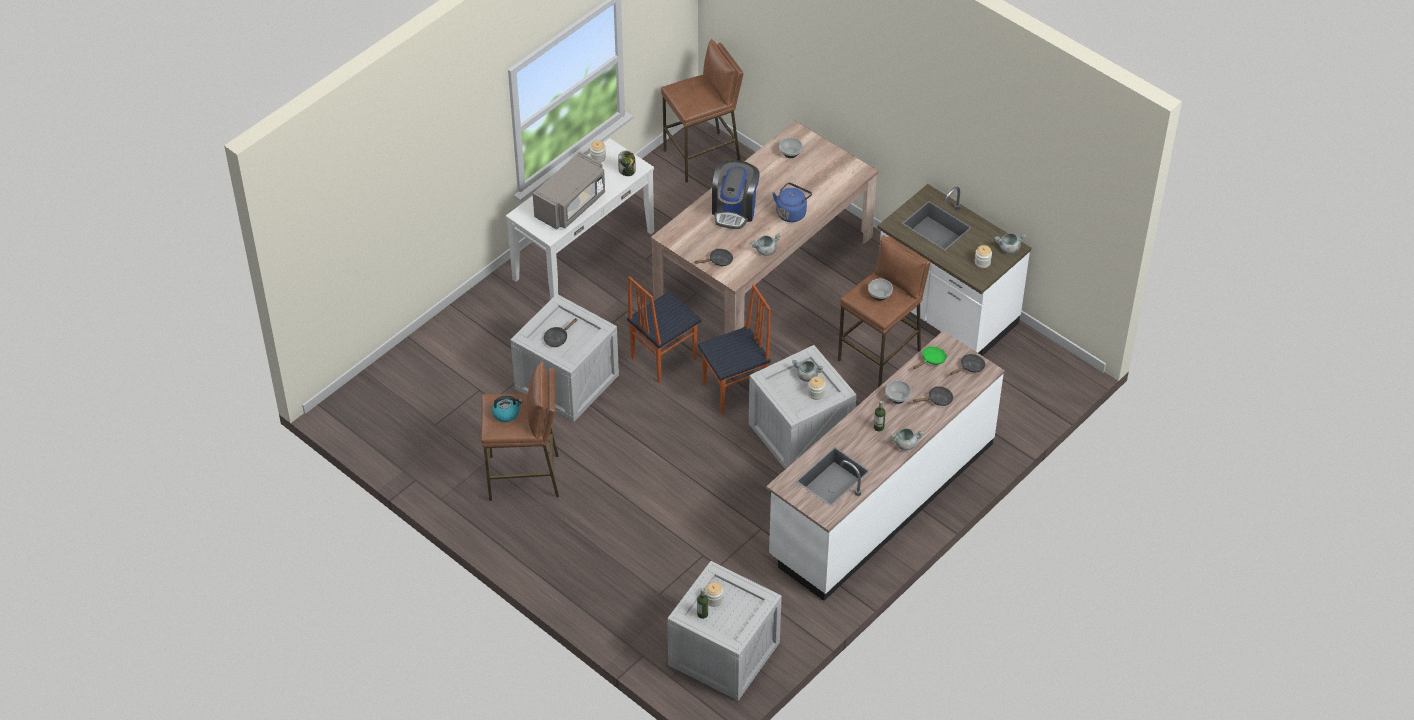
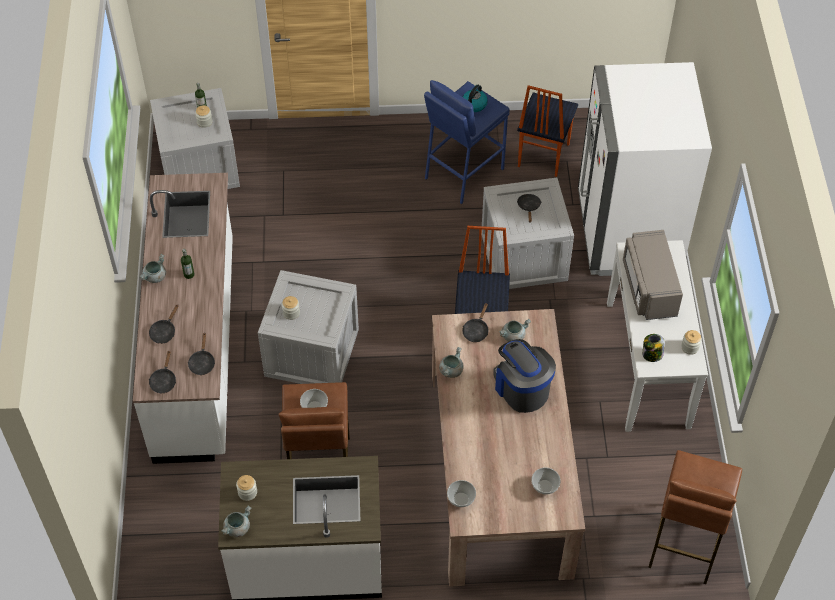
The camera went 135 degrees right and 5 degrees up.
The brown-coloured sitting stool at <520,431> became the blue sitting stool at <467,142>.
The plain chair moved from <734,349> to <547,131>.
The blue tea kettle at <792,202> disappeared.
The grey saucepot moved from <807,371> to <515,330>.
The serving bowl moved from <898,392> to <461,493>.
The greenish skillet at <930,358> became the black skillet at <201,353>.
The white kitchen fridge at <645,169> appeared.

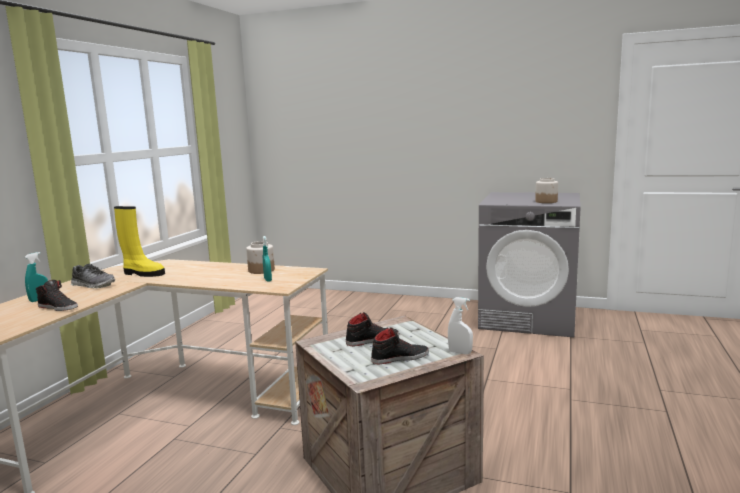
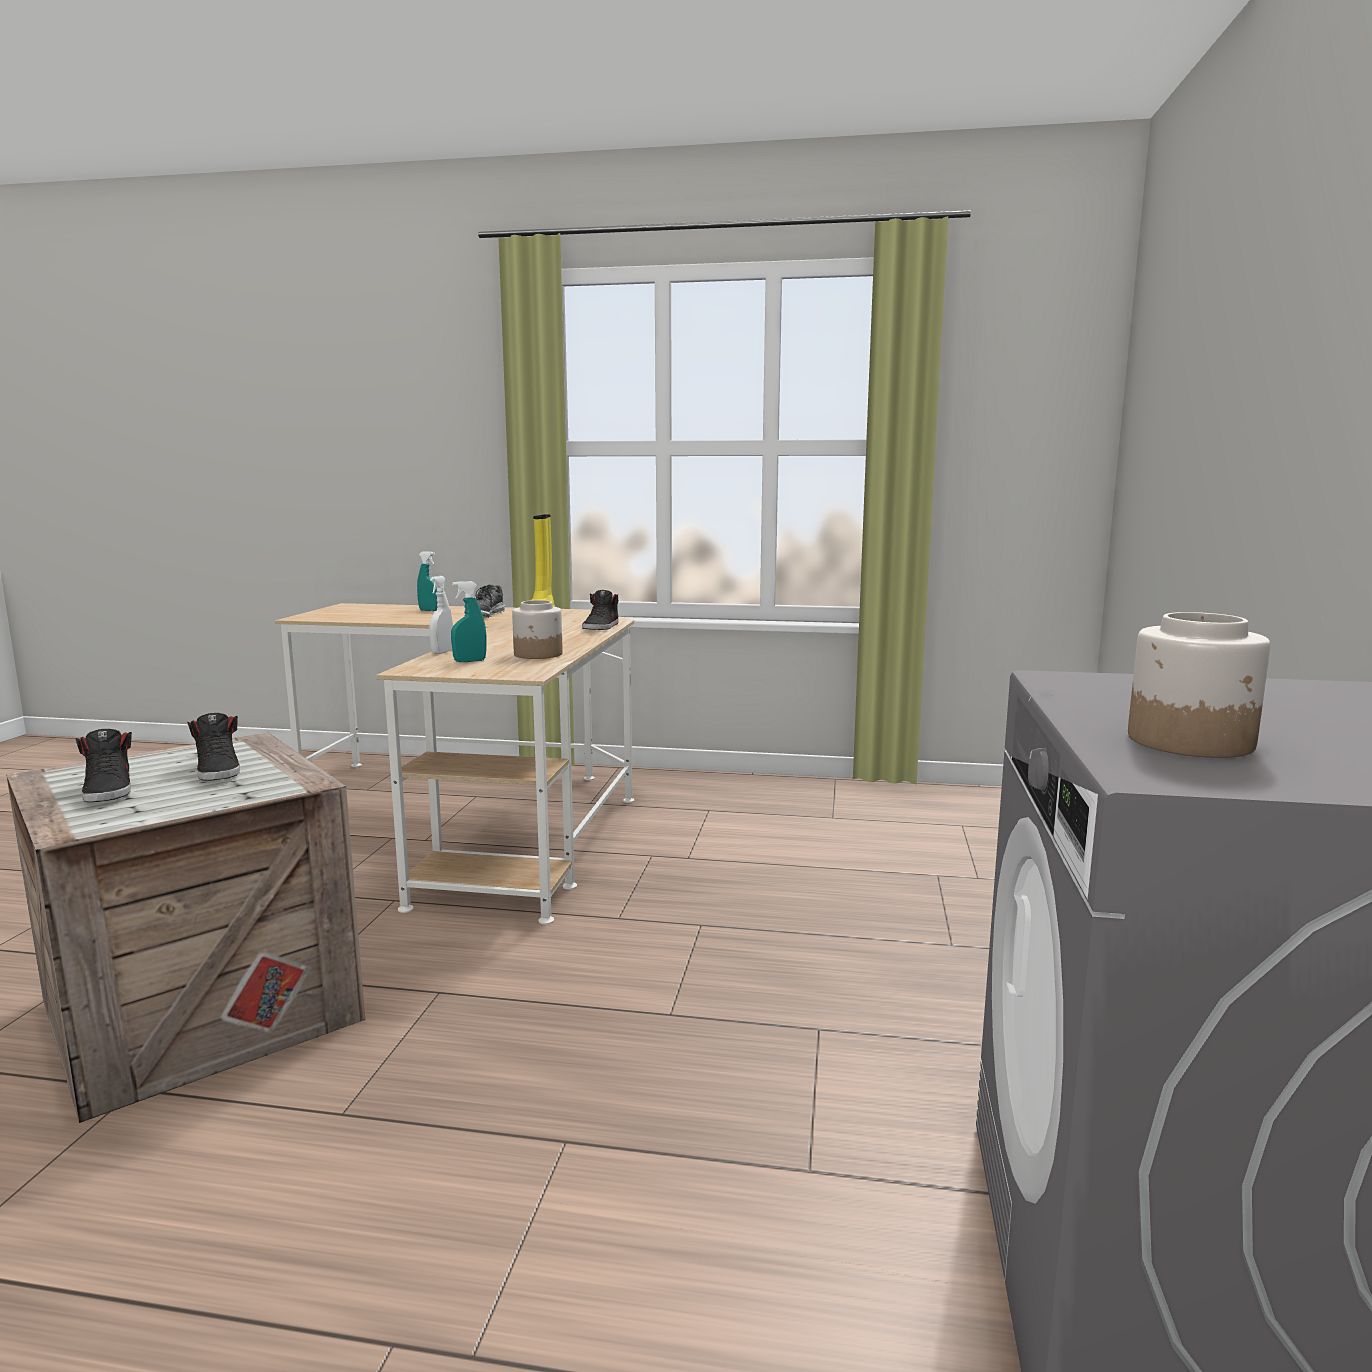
The camera went 80 degrees right and 0 degrees up.
The black low shoe moved from <57,295> to <600,610>.
The white sprayer moved from <460,326> to <441,615>.

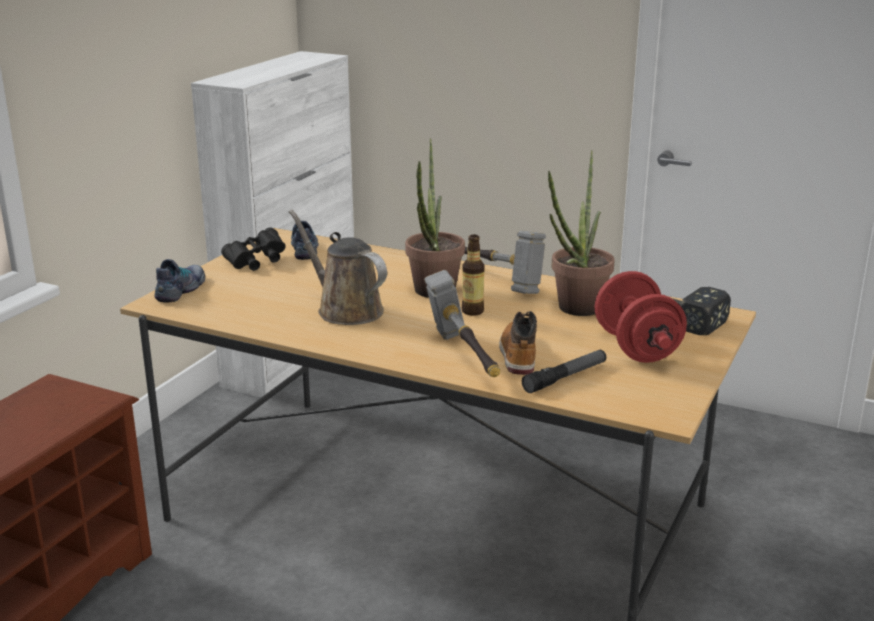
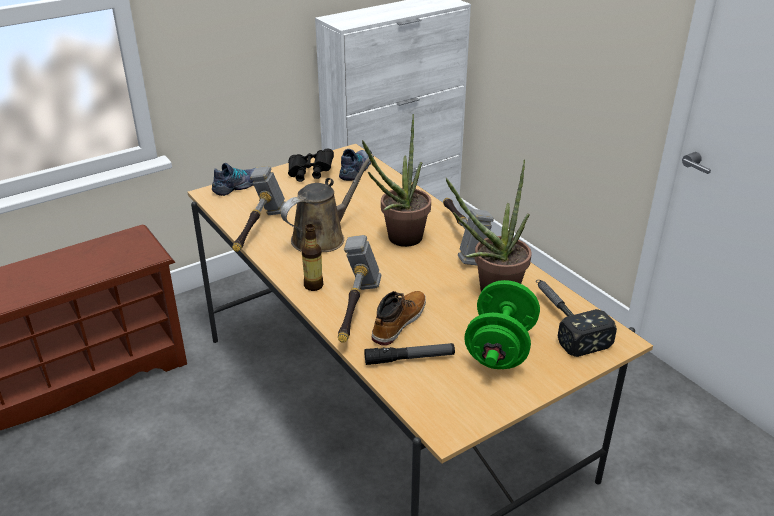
The camera went 30 degrees right and 10 degrees up.
The brown-coloured watering can at <337,267> turned 60 degrees clockwise.
The bottle moved from <473,275> to <313,257>.
The red dumbbell at <641,317> became the greenish dumbbell at <502,324>.
The tool hammer at <259,209> appeared.

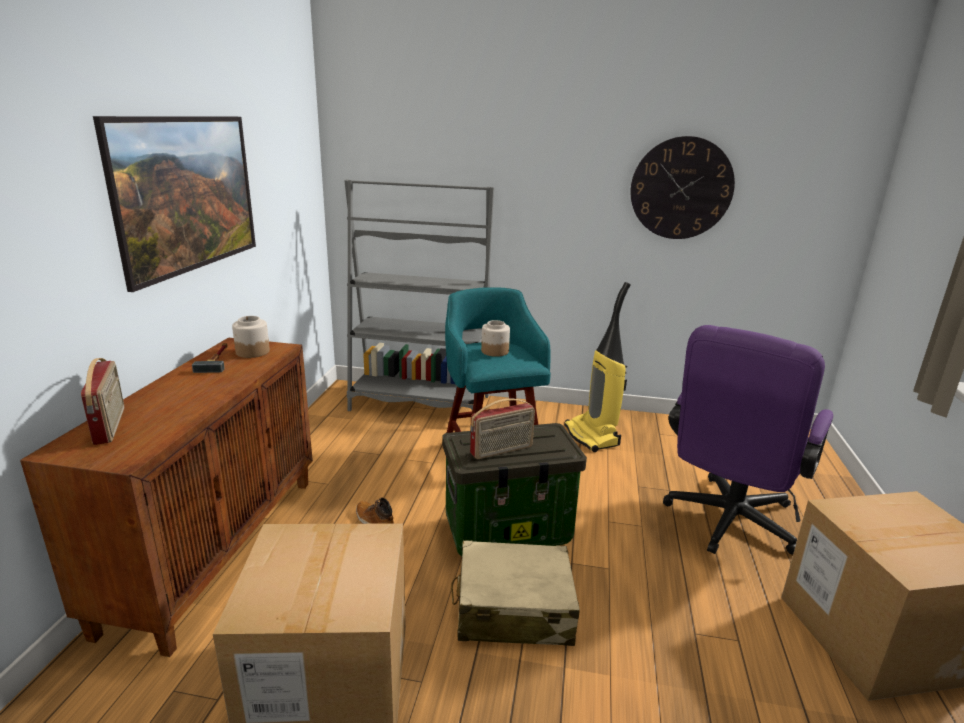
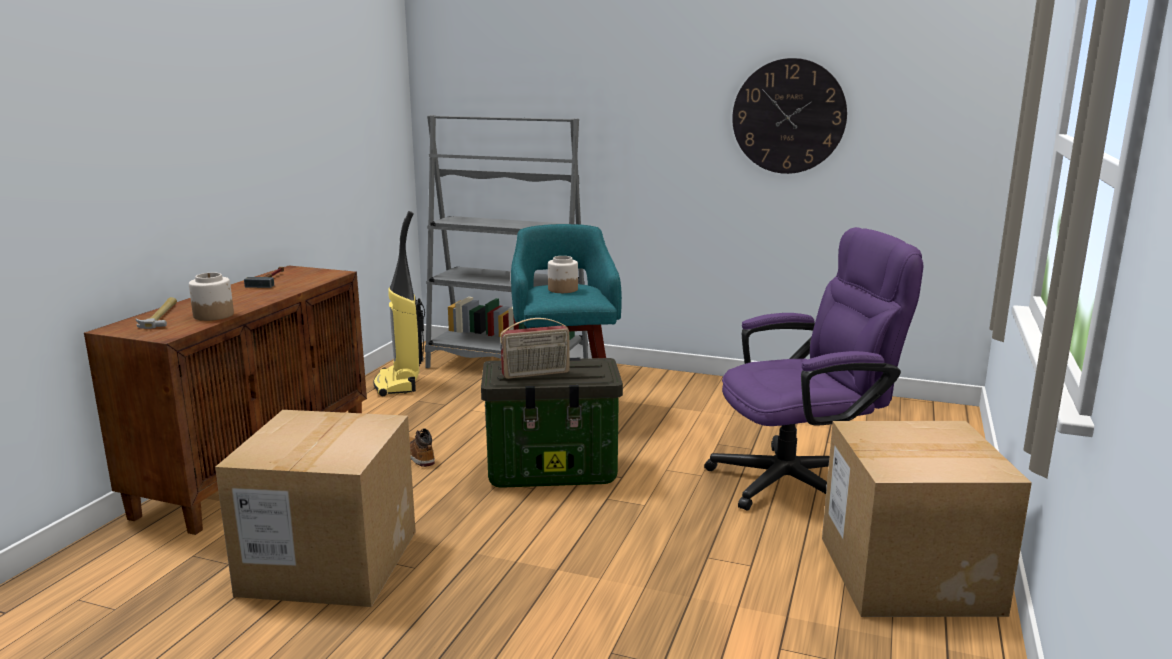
The camera went 10 degrees right and 5 degrees down.
The radio receiver at <102,401> was replaced by the tool hammer at <156,313>.
The picture at <174,204> disappeared.
The storage jar moved from <251,337> to <211,297>.
The sand-coloured travel case at <515,593> disappeared.
The vacuum cleaner moved from <597,367> to <399,303>.
The purplish desk chair at <748,439> turned 150 degrees counterclockwise.

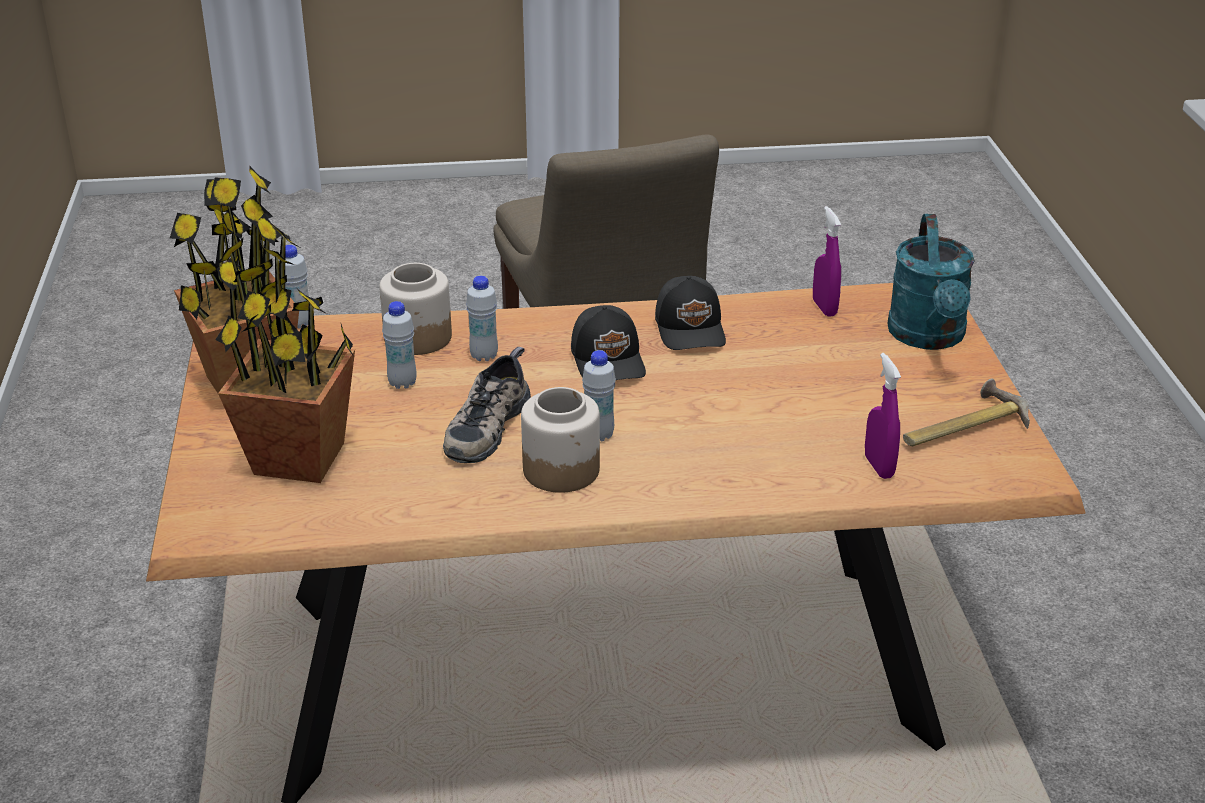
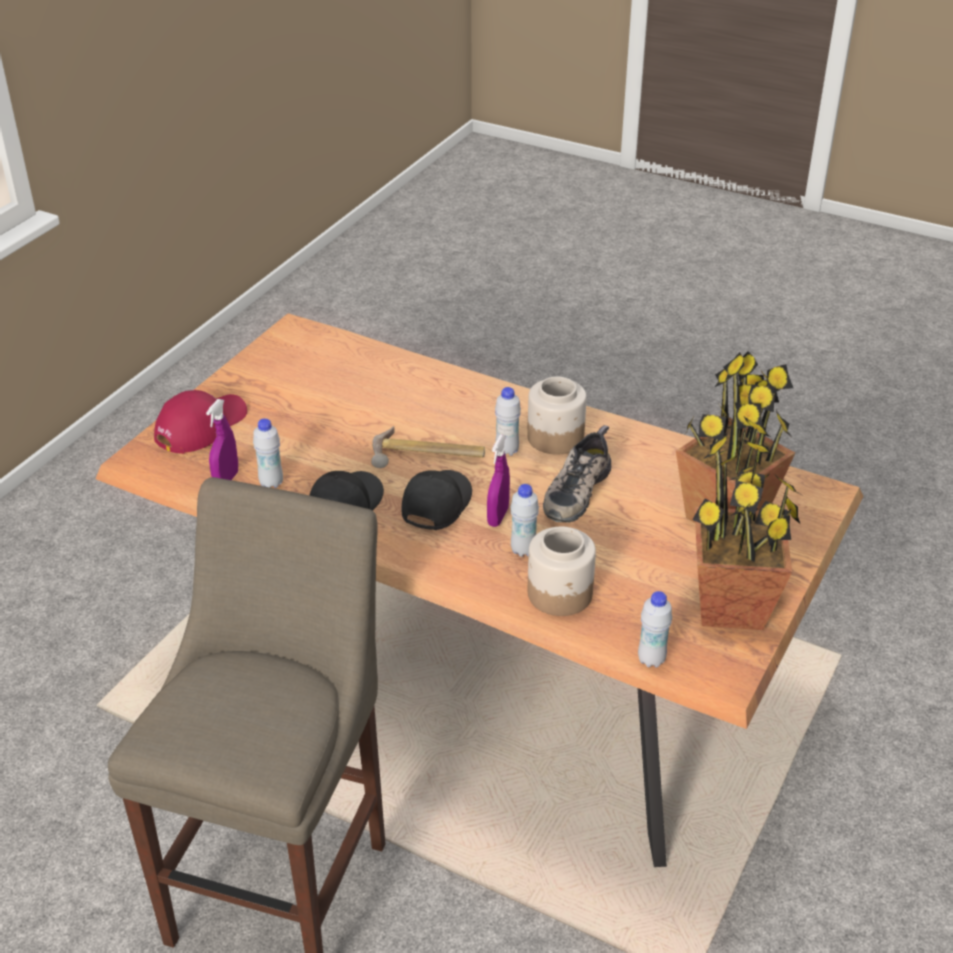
The camera went 145 degrees left and 5 degrees up.
The white bottle moved from <399,345> to <268,453>.
The low shoe at <487,405> turned 150 degrees clockwise.
The purplish sprayer moved from <883,416> to <498,481>.
The turquoise-coloured watering can at <931,282> was replaced by the red cap at <200,422>.
The tool hammer moved from <966,412> to <428,447>.

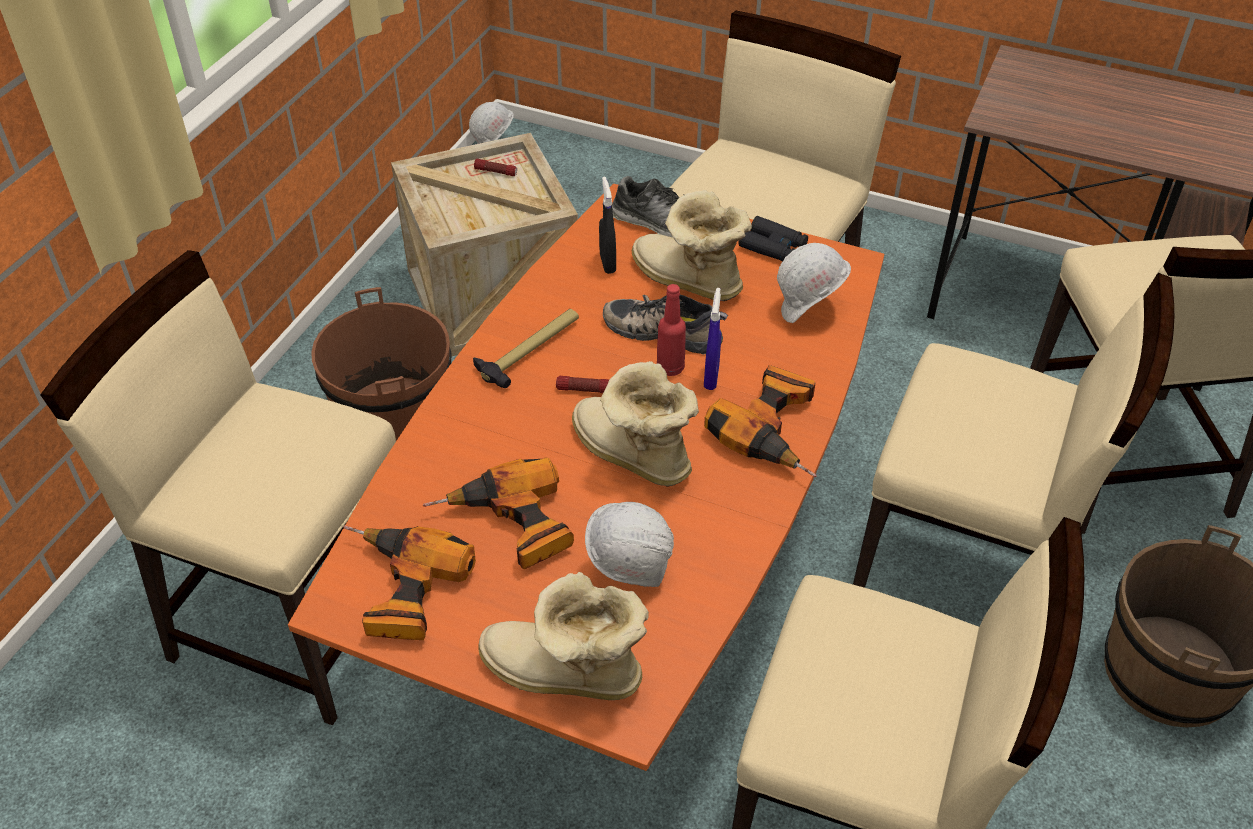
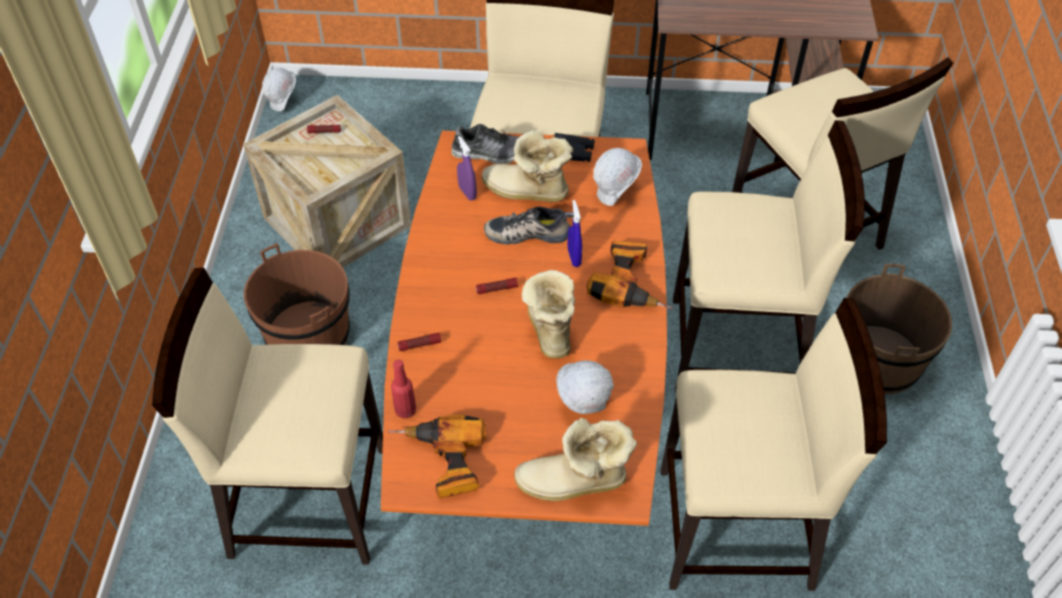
The camera went 20 degrees left and 5 degrees up.
The power drill at <498,513> disappeared.
The tool hammer at <526,348> disappeared.
The boot at <635,424> turned 60 degrees clockwise.
The black sprayer at <607,225> became the purplish sprayer at <467,168>.
The red bottle moved from <671,330> to <403,389>.
The hand torch at <419,342> appeared.

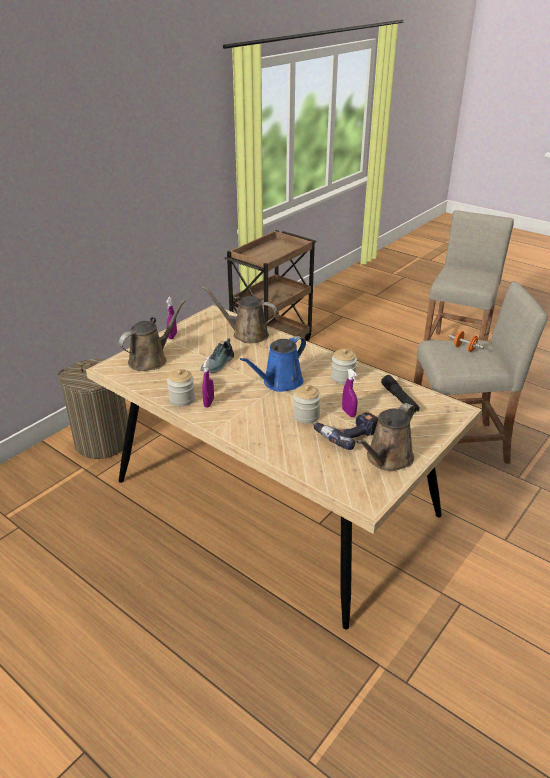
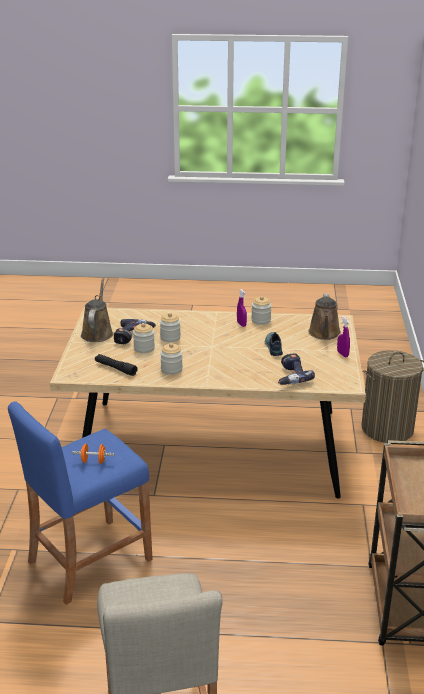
The camera went 145 degrees right and 5 degrees down.
The brown-coloured watering can at <239,314> was replaced by the power drill at <296,369>.
The blue watering can at <273,364> disappeared.
The purplish sprayer at <350,393> was replaced by the storage jar at <144,338>.
The sand-coloured sitting stool at <481,372> became the blue sitting stool at <80,503>.

